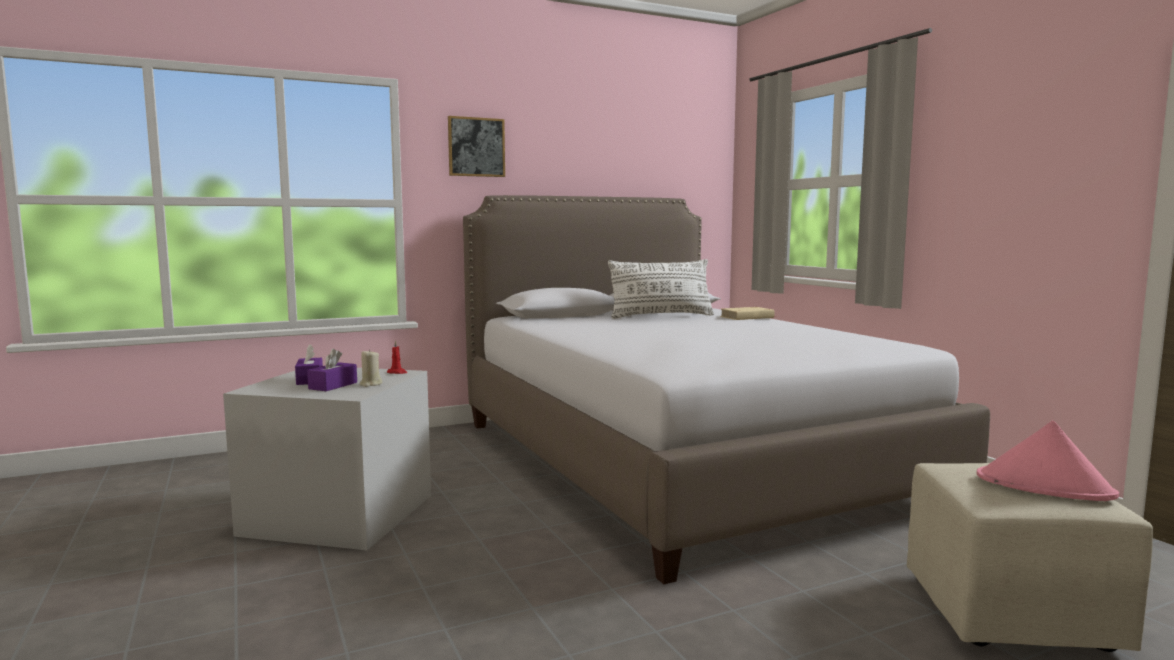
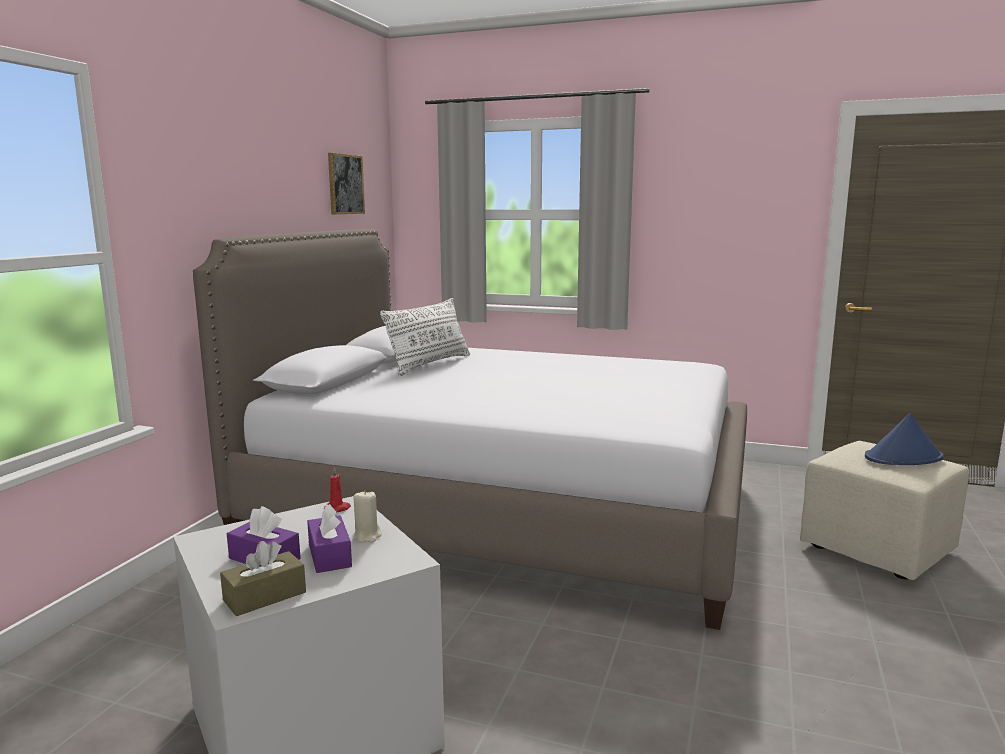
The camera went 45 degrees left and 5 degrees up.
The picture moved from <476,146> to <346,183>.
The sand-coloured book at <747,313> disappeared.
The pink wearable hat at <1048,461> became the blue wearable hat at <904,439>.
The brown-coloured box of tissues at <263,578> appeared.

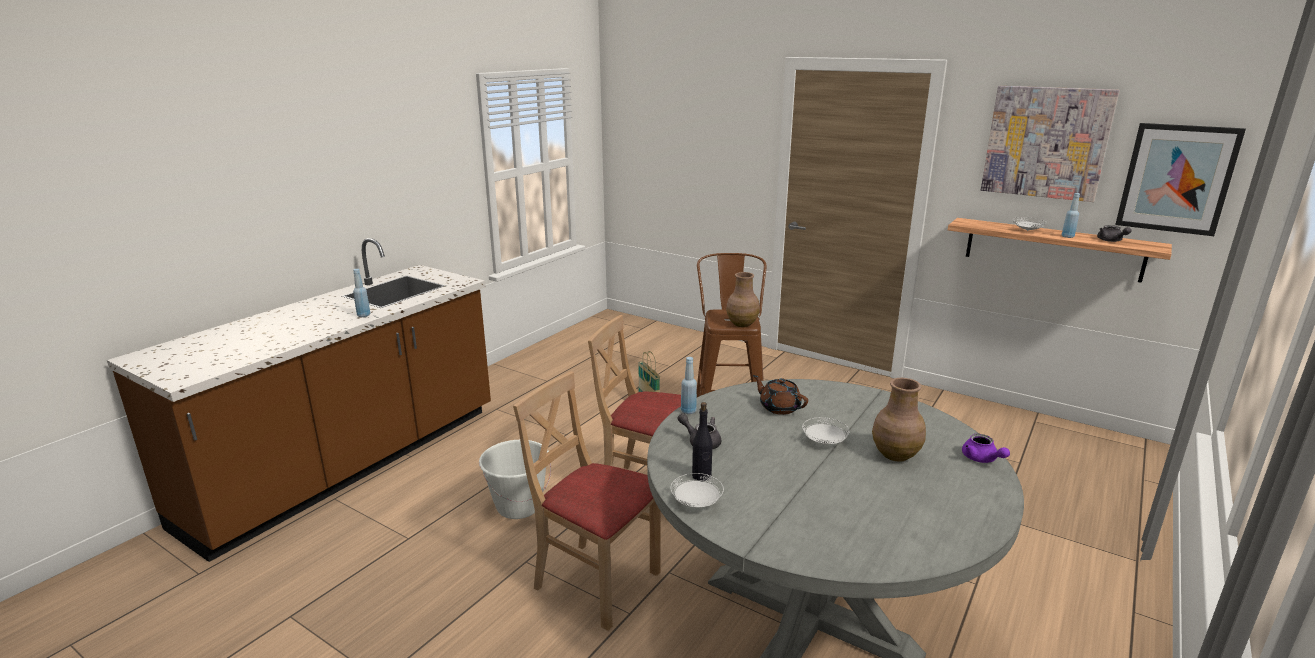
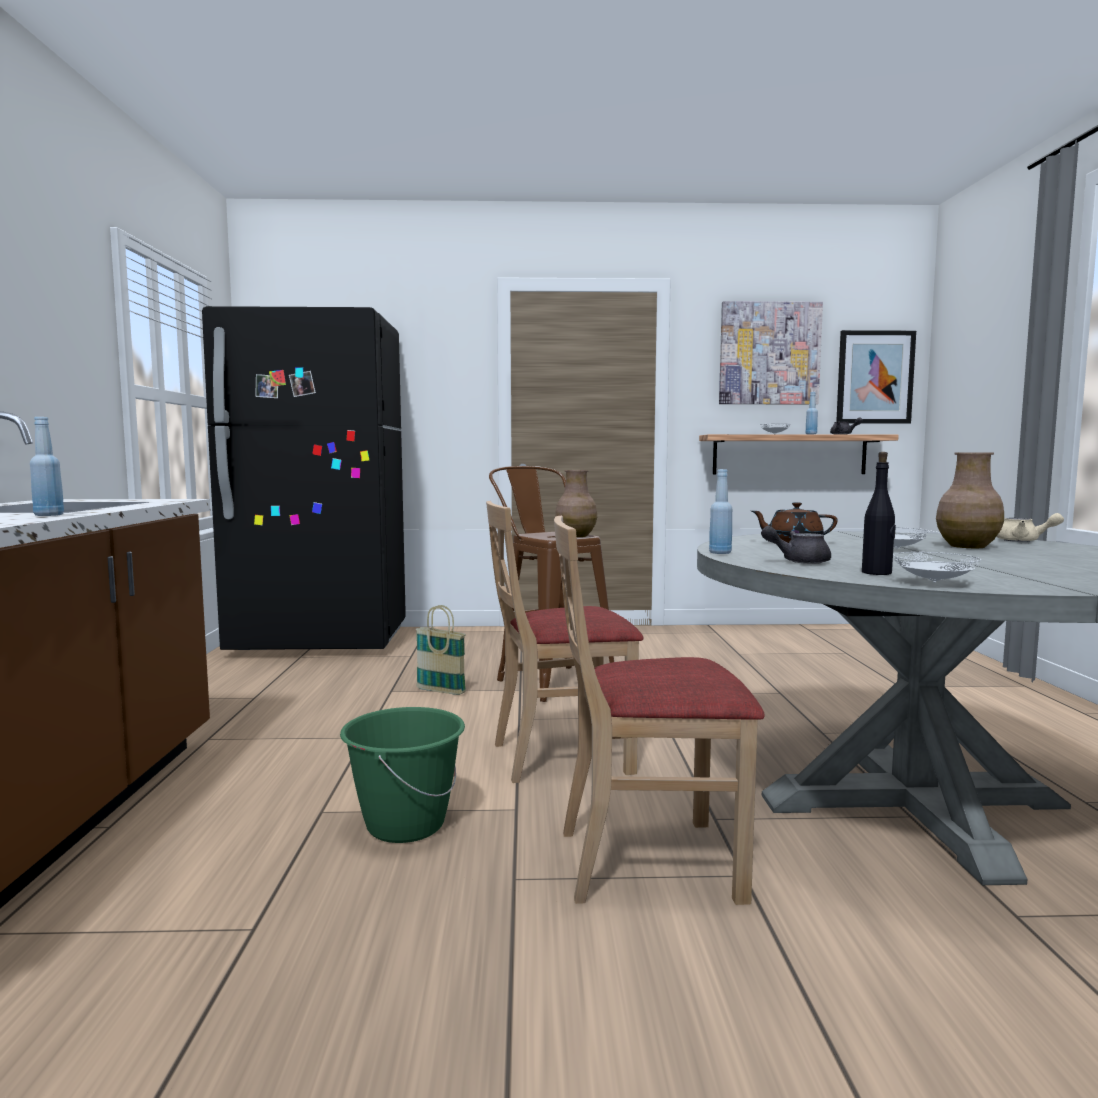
The camera went 35 degrees left and 15 degrees down.
The white pail at <515,479> became the greenish pail at <402,775>.
The purplish teapot at <986,448> became the sand-coloured teapot at <1030,527>.
The black kitchen fridge at <304,478> appeared.

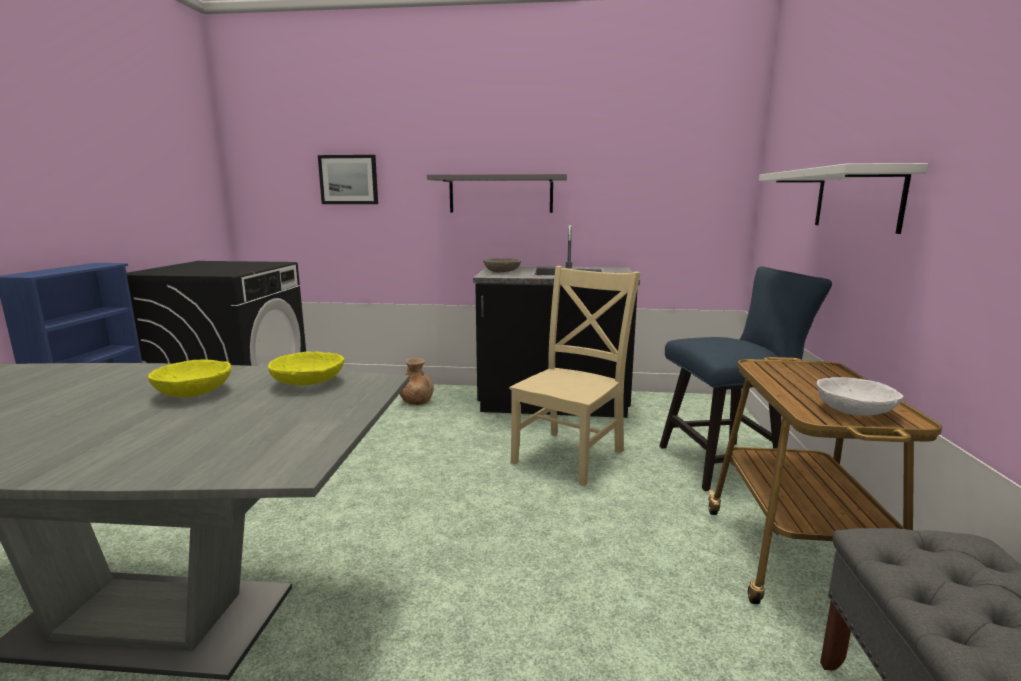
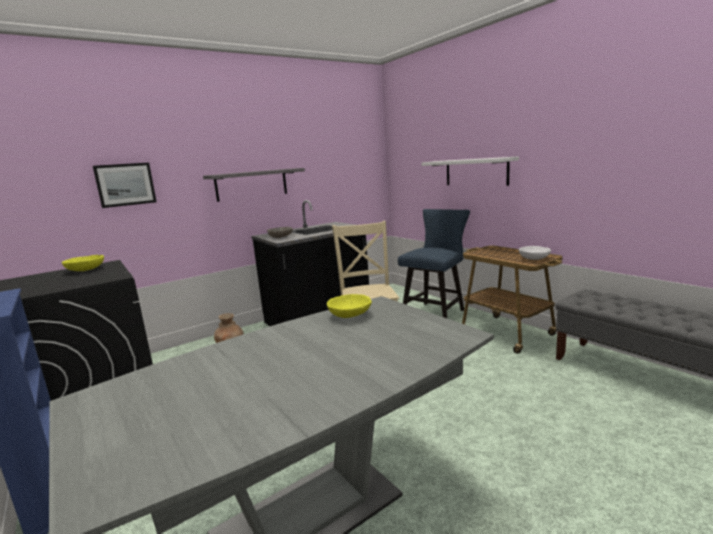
The camera went 40 degrees left and 0 degrees up.
The yellow-coloured serving bowl moved from <189,378> to <83,263>.

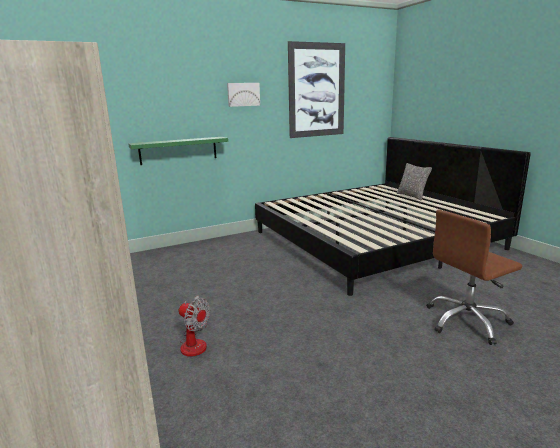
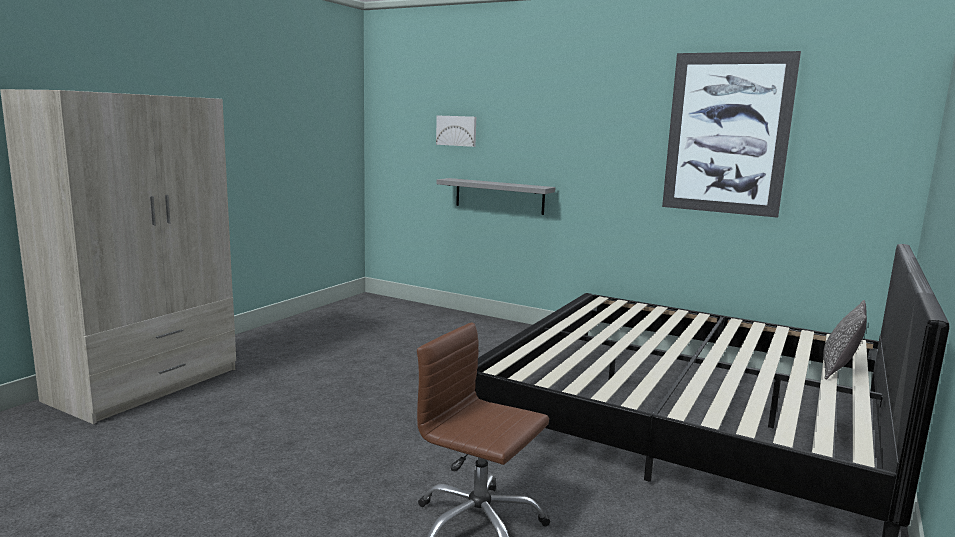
The camera went 55 degrees right and 5 degrees down.
The greenish wall shelf at <178,151> became the grey wall shelf at <496,196>.
The electric fan at <194,326> disappeared.
The picture moved from <243,95> to <456,131>.

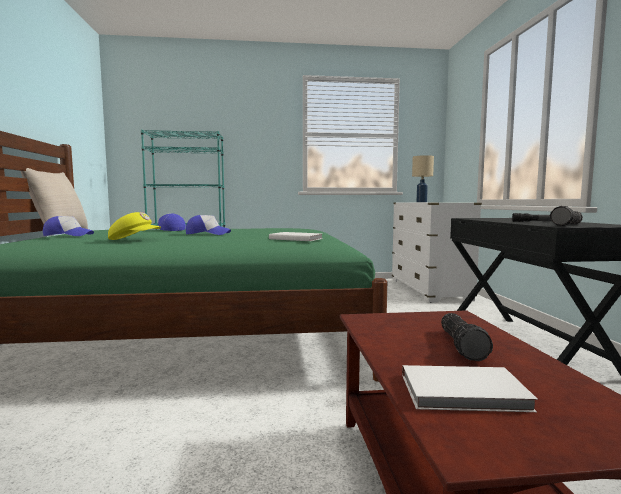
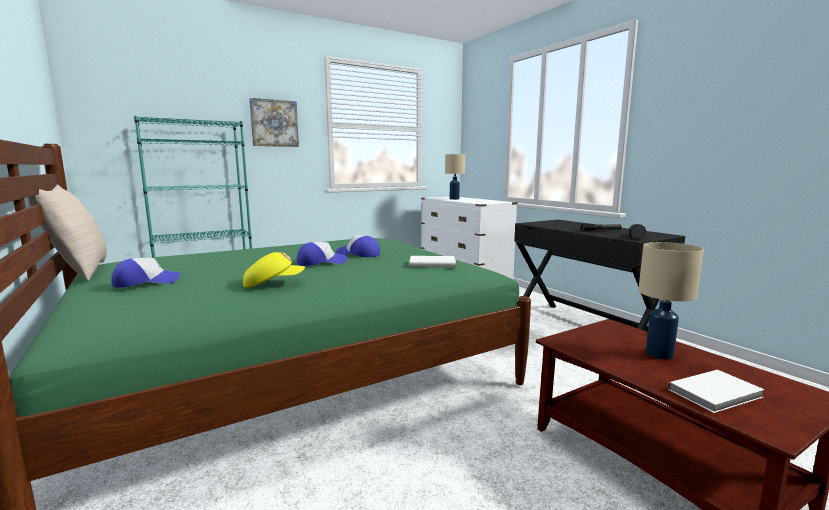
The camera went 25 degrees left and 5 degrees up.
The cap moved from <172,222> to <358,246>.
The hand torch at <467,337> was replaced by the sand-coloured tabletop lamp at <671,301>.
The picture at <274,122> appeared.

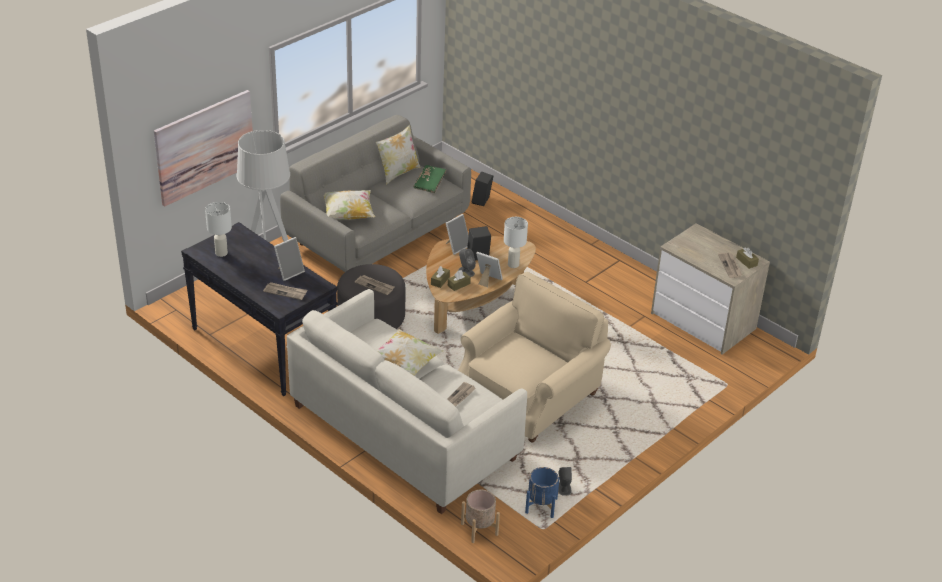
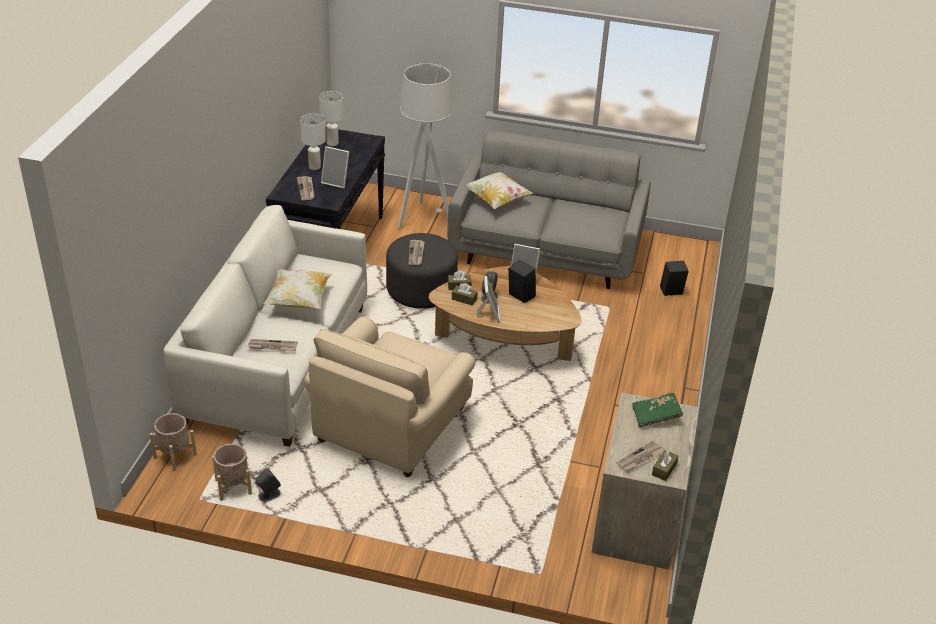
The camera went 60 degrees right and 0 degrees up.
The picture at <203,148> disappeared.
The pillow at <398,155> disappeared.
The greenish book moved from <429,179> to <657,410>.
The sand-coloured lounge chair at <534,357> turned 105 degrees clockwise.
The white tabletop lamp moved from <516,242> to <313,141>.
The blue flower pot at <542,492> became the sand-coloured flower pot at <232,472>.

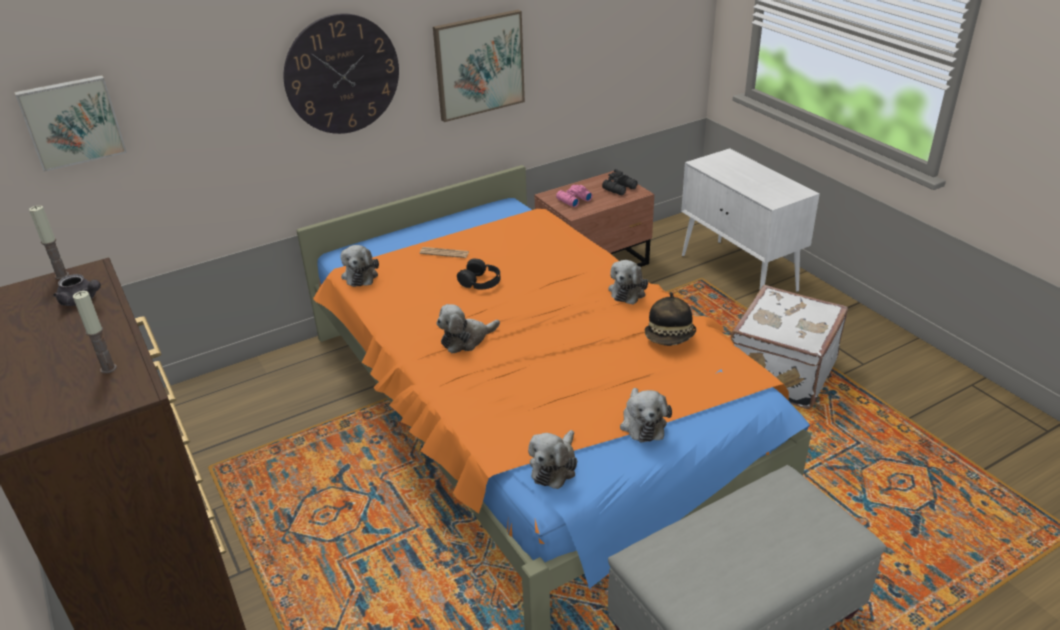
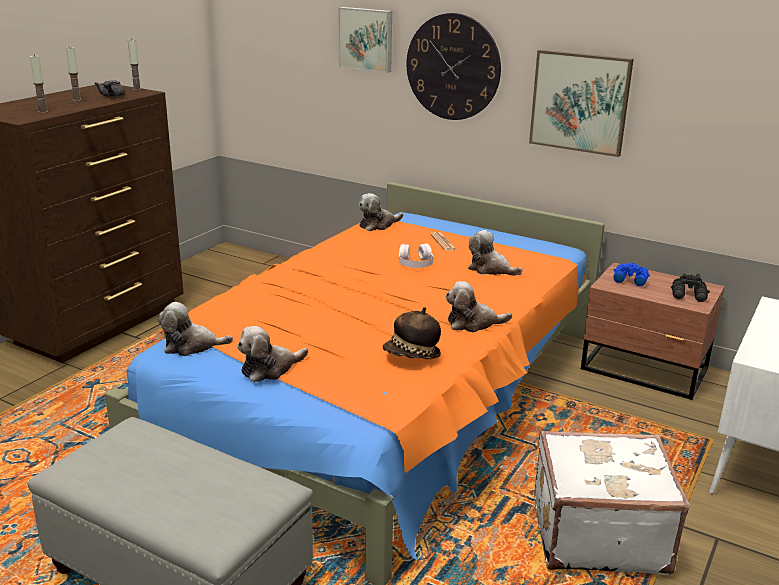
The camera went 60 degrees right and 10 degrees down.
The picture moved from <70,123> to <365,40>.
The cuddly toy moved from <468,329> to <495,253>.
The black headset at <478,274> became the white headset at <416,256>.
The pink binoculars at <574,196> became the blue binoculars at <631,275>.
The wax candle at <74,74> appeared.

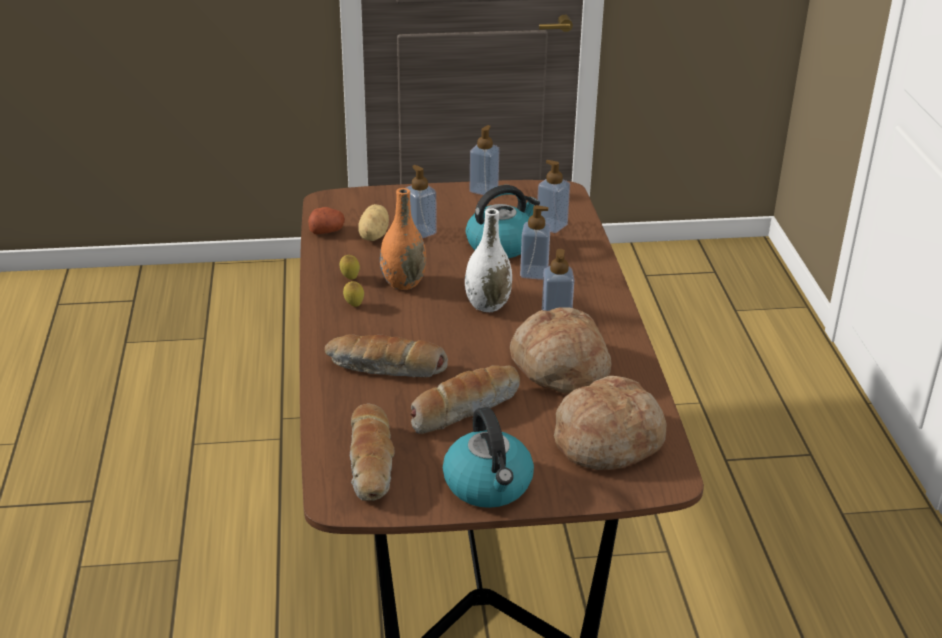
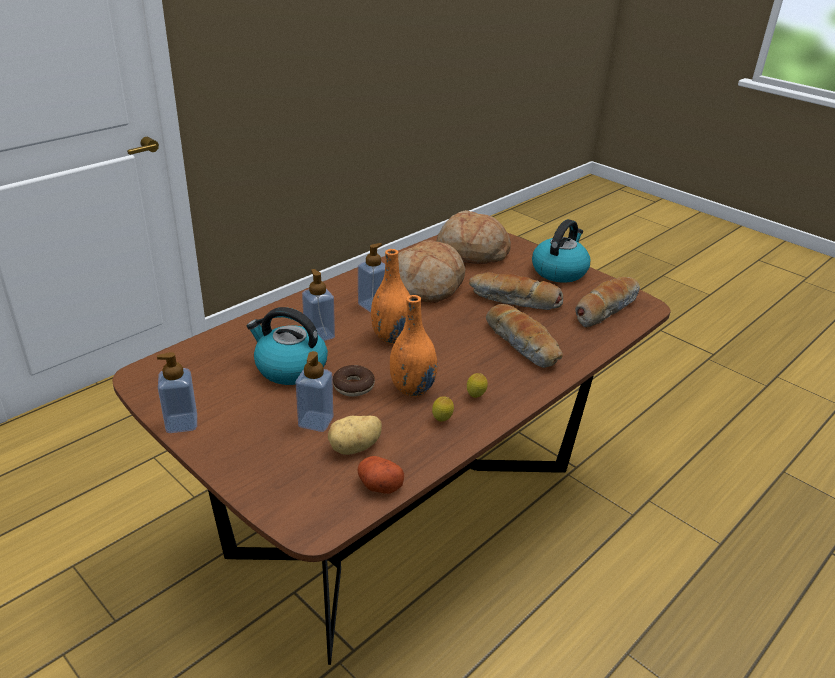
The camera went 130 degrees left and 0 degrees up.
The white flower vase at <488,260> became the orange-coloured flower vase at <390,296>.
The soap bottle at <553,196> disappeared.
The doughnut at <354,381> appeared.

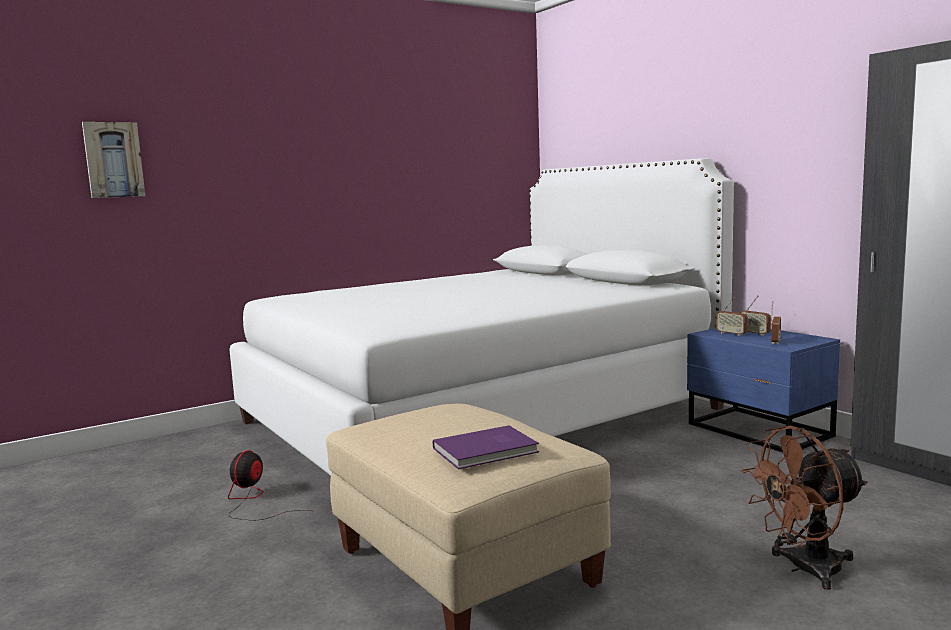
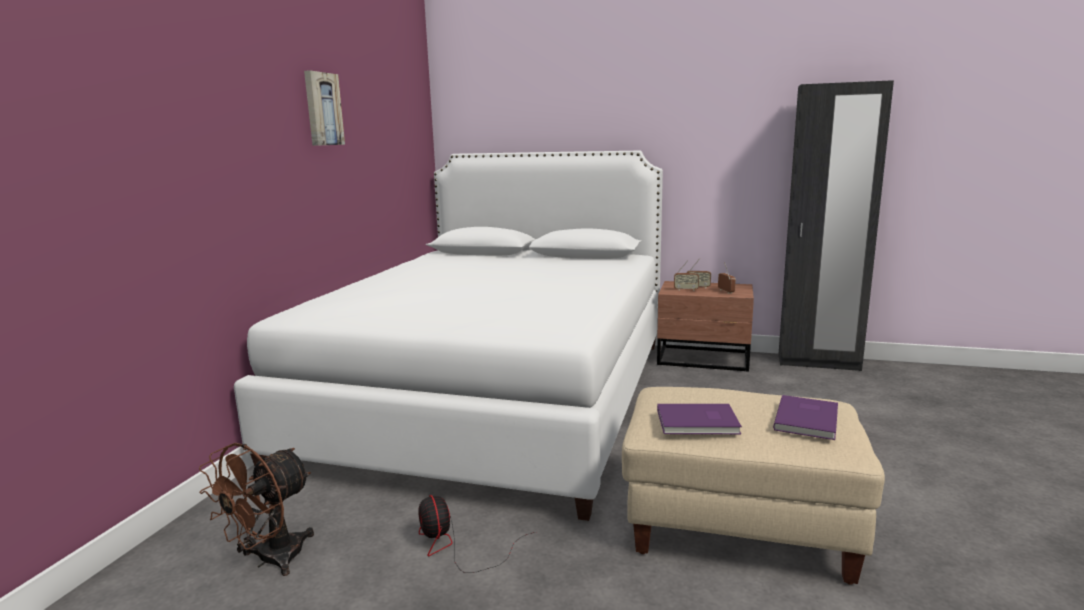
The camera went 40 degrees left and 5 degrees up.
The picture moved from <113,160> to <324,108>.
The blue night table at <763,390> became the brown-coloured night table at <705,326>.
The brown-coloured electric fan moved from <804,507> to <256,509>.
The purplish book at <699,419> appeared.

